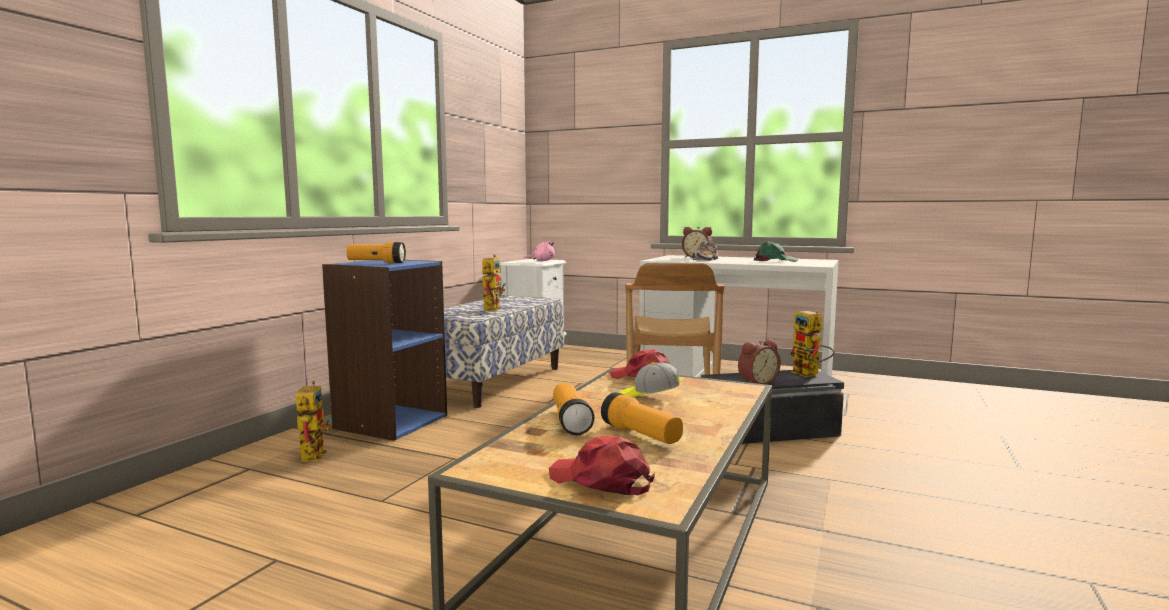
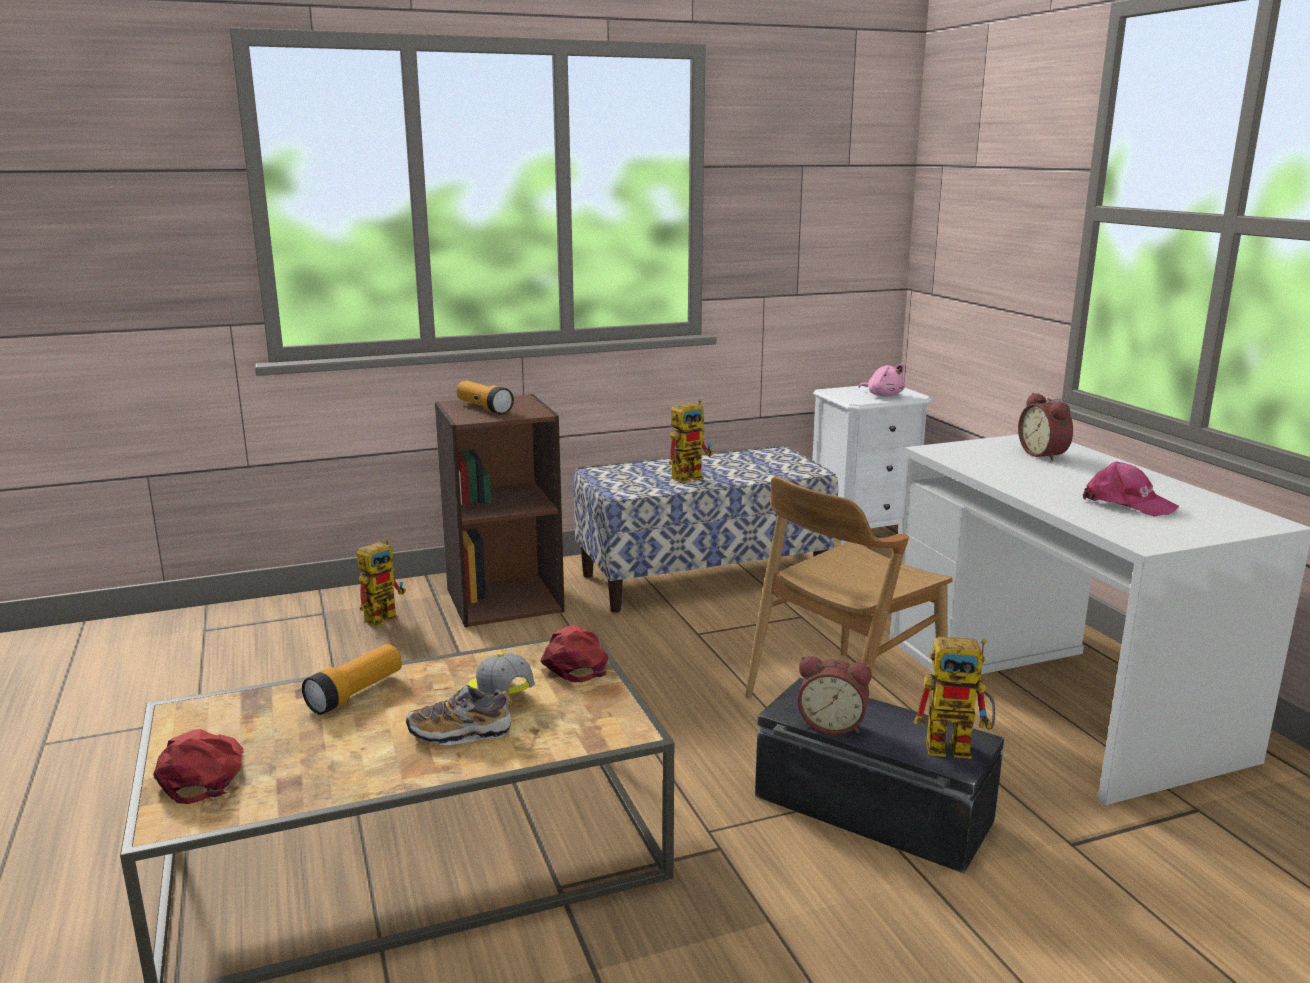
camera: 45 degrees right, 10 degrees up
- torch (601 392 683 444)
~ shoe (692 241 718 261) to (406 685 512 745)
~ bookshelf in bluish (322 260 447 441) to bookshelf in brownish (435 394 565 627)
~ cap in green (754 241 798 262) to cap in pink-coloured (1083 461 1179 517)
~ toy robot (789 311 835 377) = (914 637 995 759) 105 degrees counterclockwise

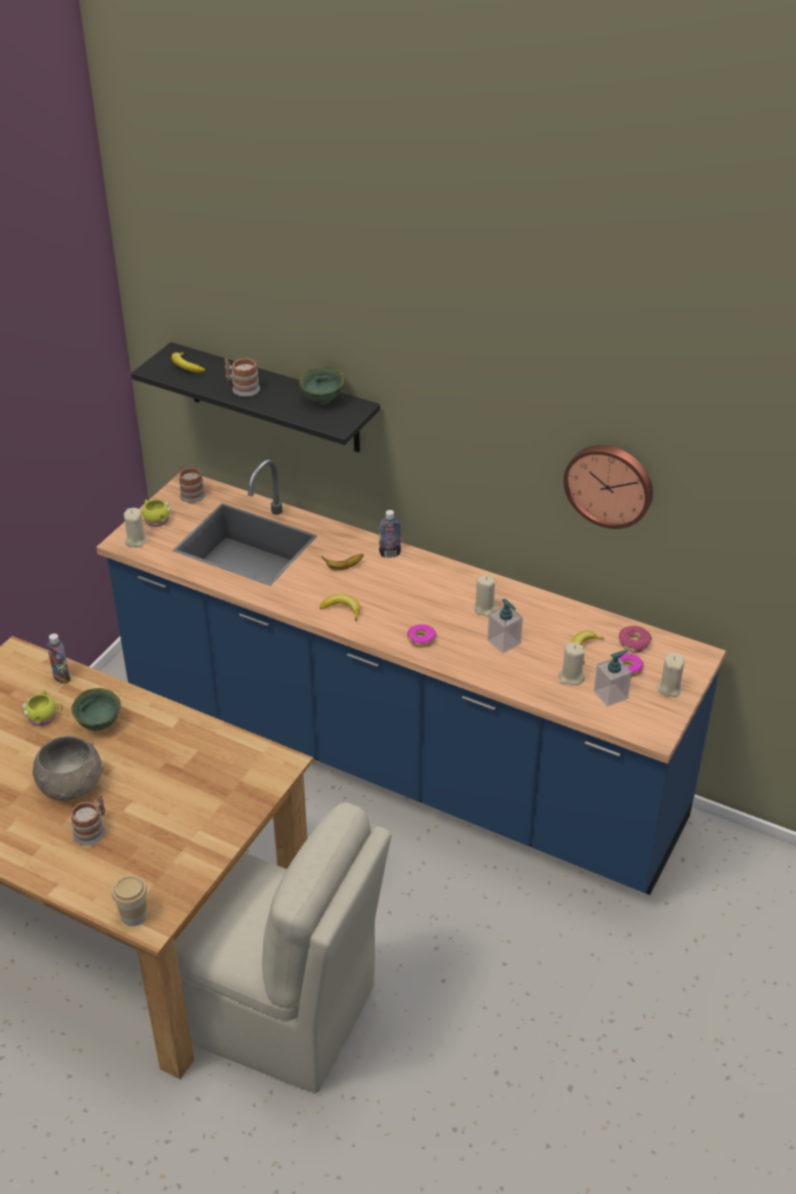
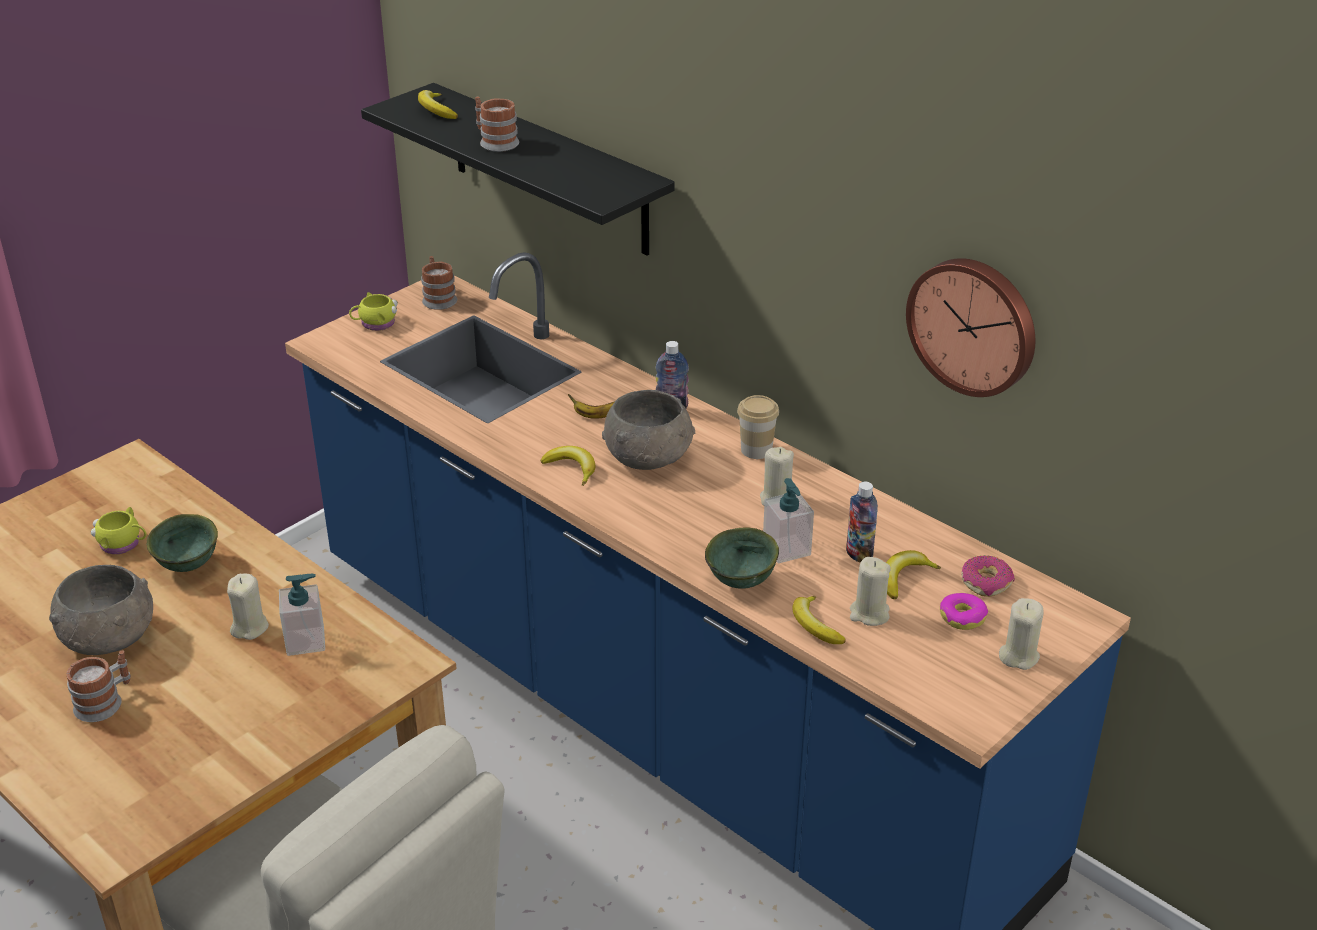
camera: 15 degrees right, 5 degrees down
- ring doughnut (407 624 437 647)
+ serving bowl in greyish (602 390 695 470)
+ banana (792 596 846 644)
~ beverage bottle (47 633 70 684) to (846 482 878 563)
~ small cup (112 875 147 926) to (737 395 779 459)
~ candle in beige (124 508 147 547) to (227 574 269 640)
~ serving bowl in green (299 366 345 404) to (705 527 779 589)
~ soap dispenser (594 650 632 707) to (279 574 325 656)

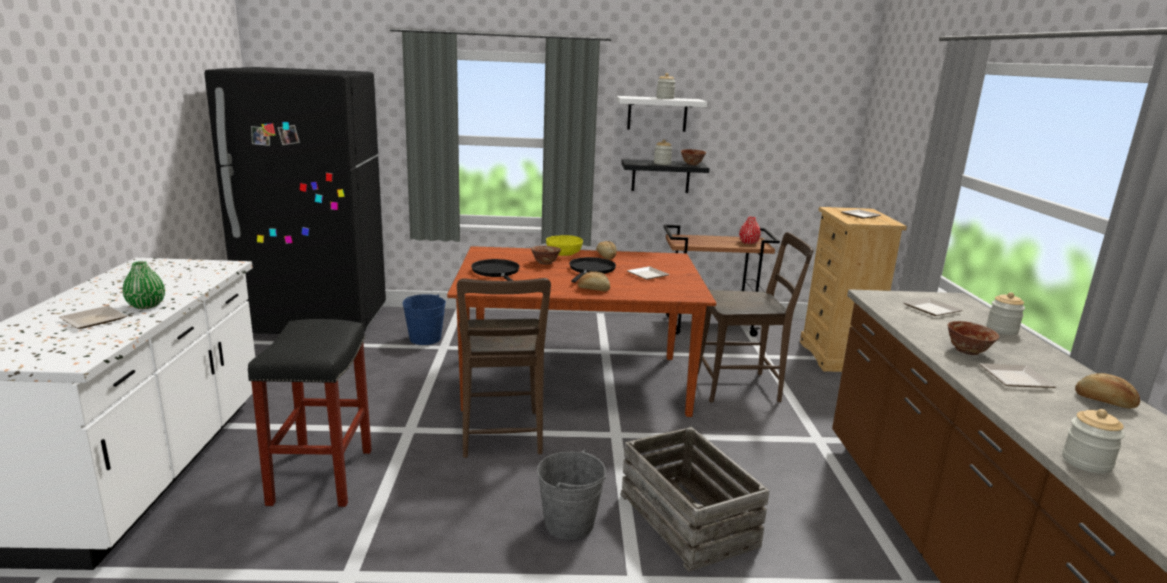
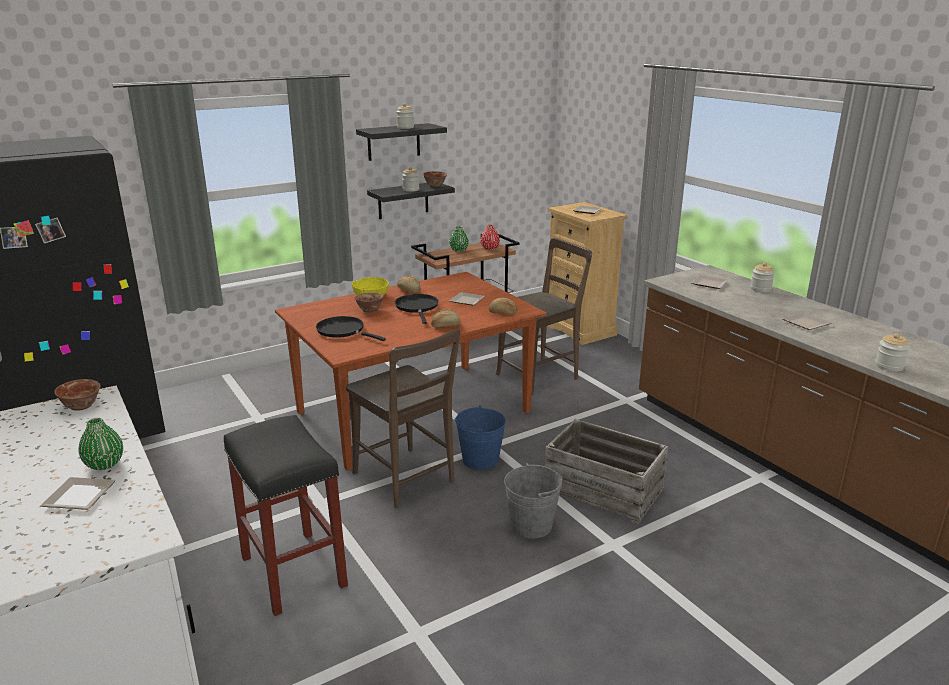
camera: 30 degrees left, 5 degrees up
+ flower vase in green (449 226 469 252)
~ pail in bluish (403 294 446 345) to (455 405 506 470)
~ serving bowl (948 321 999 355) to (54 379 100 411)
~ bakery bread (1075 373 1140 408) to (489 298 518 314)
~ shelf in white-coloured (617 96 707 132) to shelf in black-coloured (356 123 447 161)

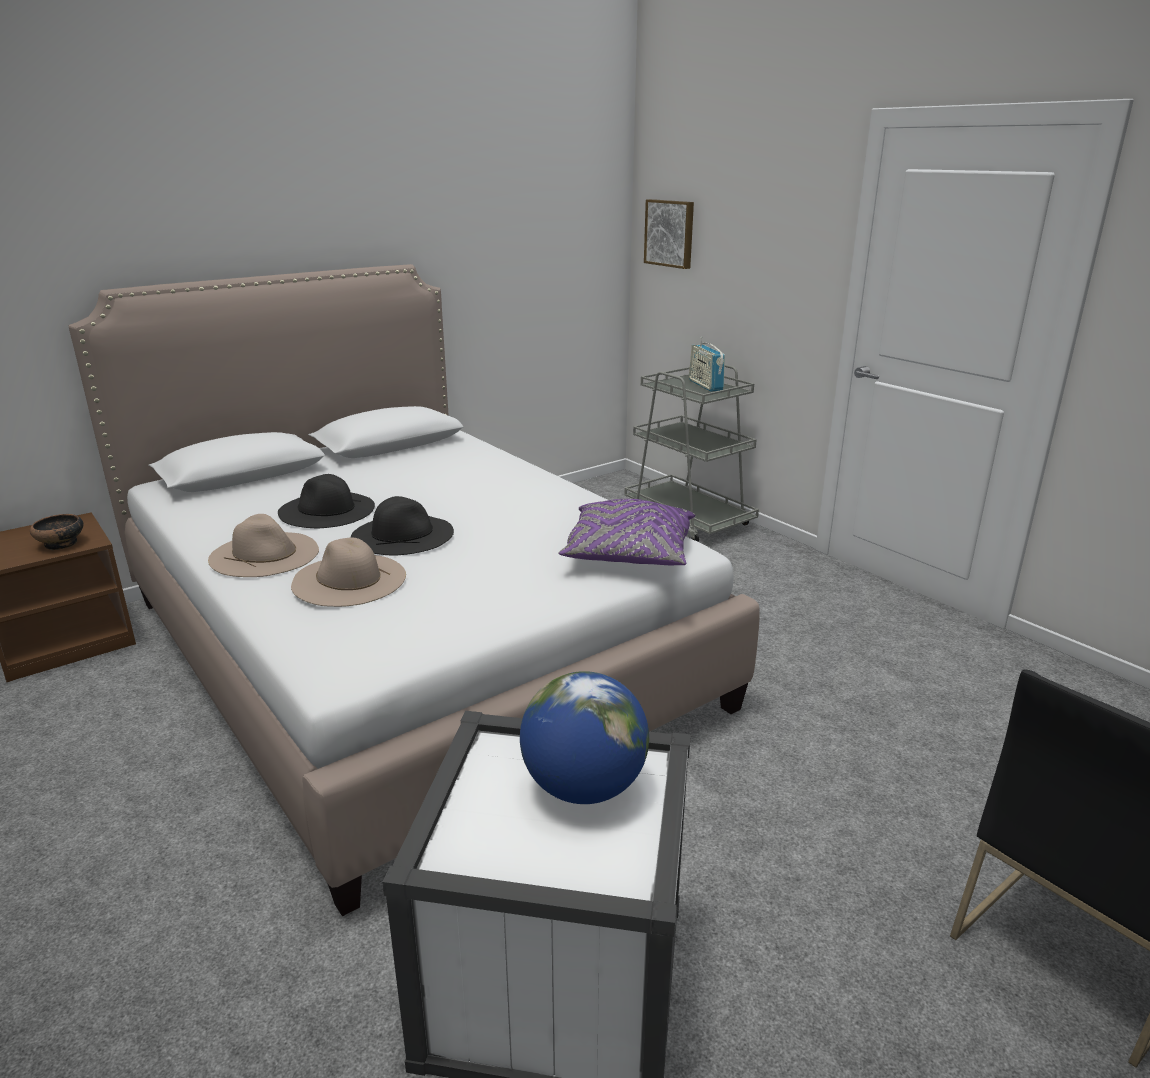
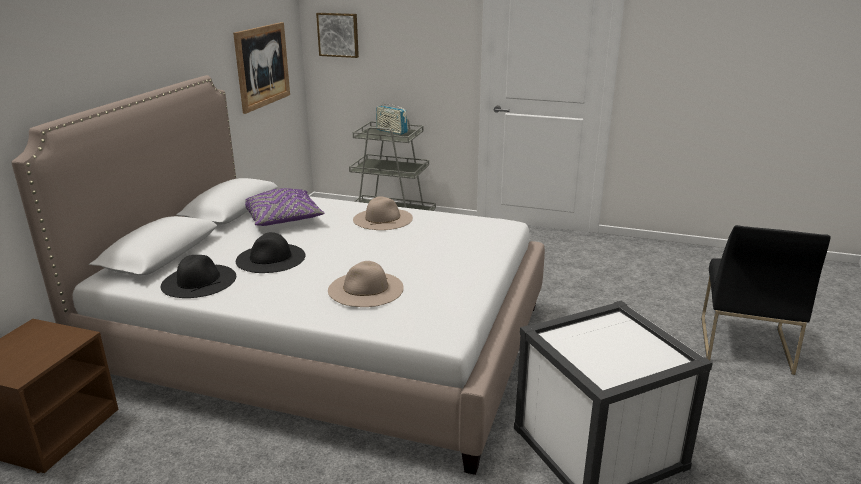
camera: 35 degrees left, 0 degrees up
- serving bowl (30 514 83 550)
- globe (520 671 649 804)
+ wall picture (233 22 290 114)
~ hat in beige (208 514 319 577) to (353 196 413 230)
~ hat in black-coloured (351 496 454 555) to (161 255 236 298)
~ throw pillow in purple (558 499 695 565) to (245 188 325 226)

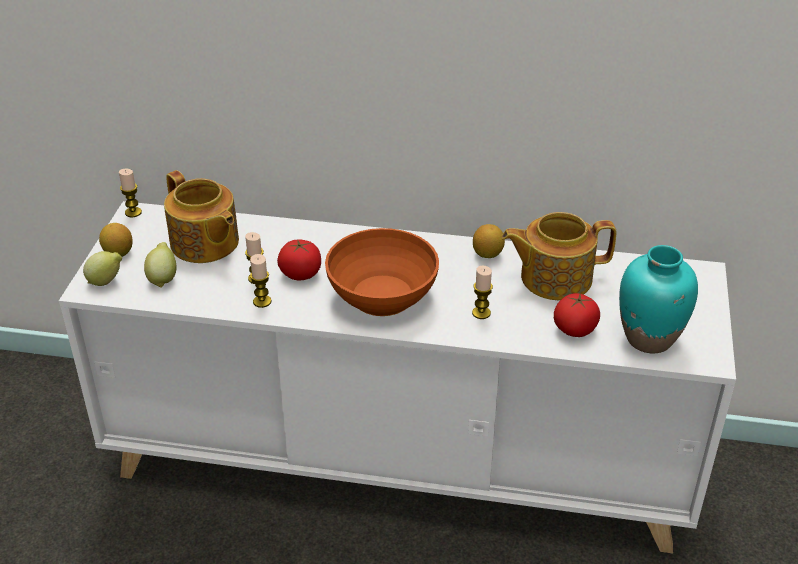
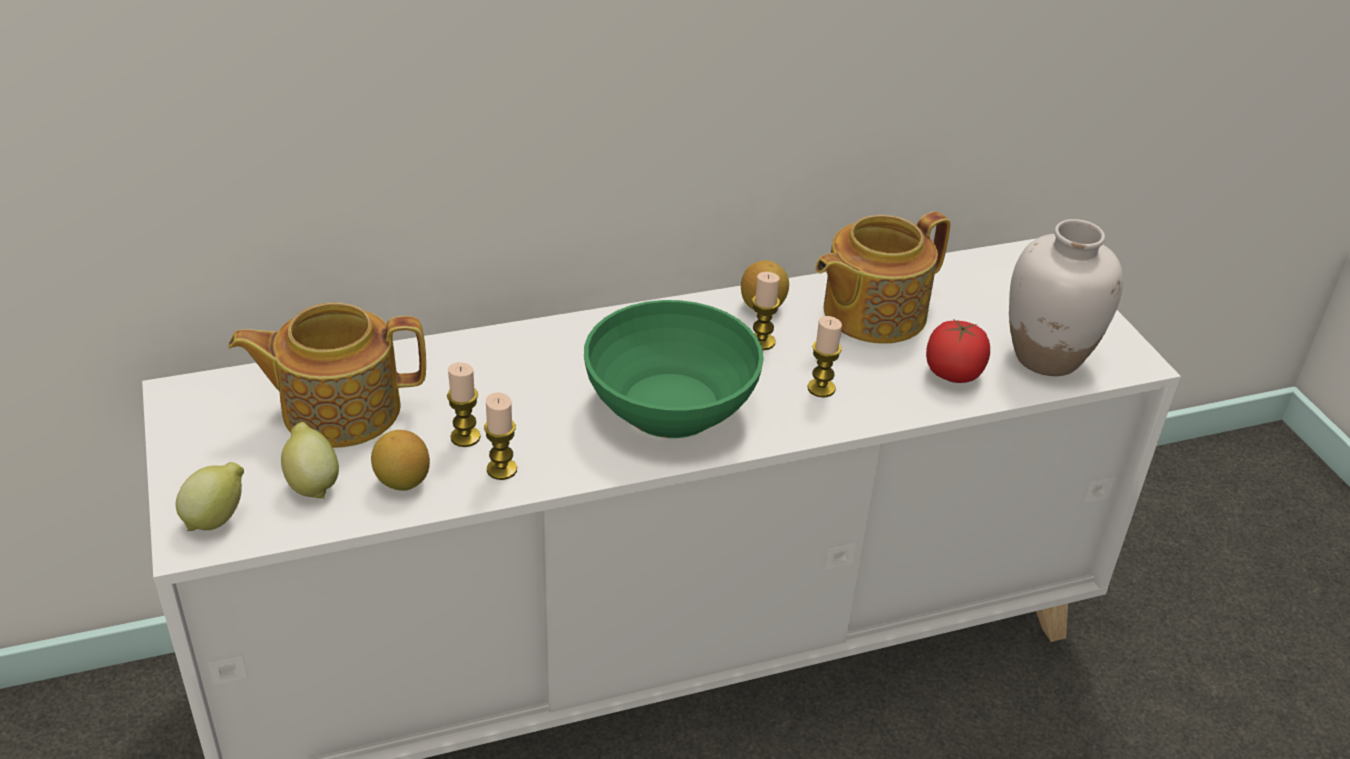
camera: 30 degrees left, 0 degrees up
- whole tomato (277 239 321 280)
~ citrus fruit (99 223 133 257) to (371 430 430 491)
~ candle (119 169 142 217) to (752 272 780 350)
~ serving bowl in orange (325 228 439 316) to serving bowl in green (584 300 764 438)
~ flower vase in blue-green (619 245 698 353) to flower vase in white-coloured (1009 219 1123 376)
~ teapot (164 170 239 263) = (228 302 426 448) 150 degrees clockwise

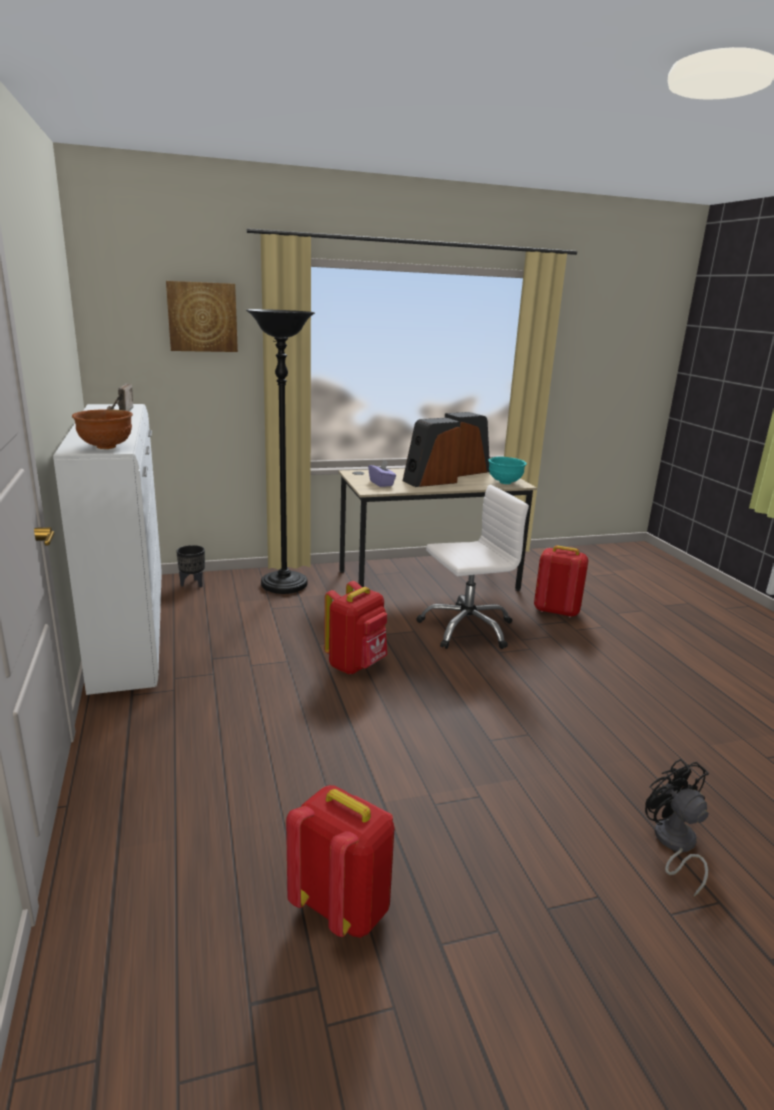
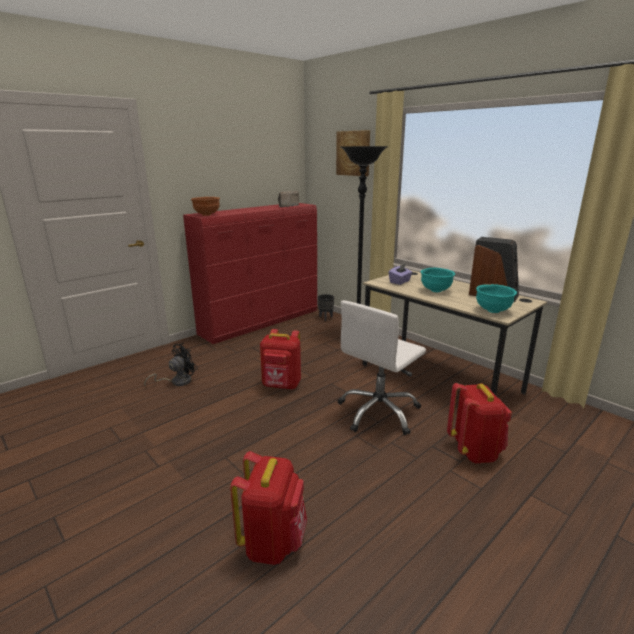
camera: 65 degrees right, 0 degrees up
~ knapsack in red-coloured (286 785 395 938) to (230 451 307 565)
~ fan in black-coloured (645 759 709 896) to (144 343 198 387)
~ speaker (403 418 461 487) to serving bowl in blue-green (421 268 455 292)
~ dresser in white-coloured (53 404 162 695) to dresser in red-coloured (183 203 317 344)
~ computer chair in white-coloured (417 485 529 649) = (338 300 426 435) 90 degrees clockwise

